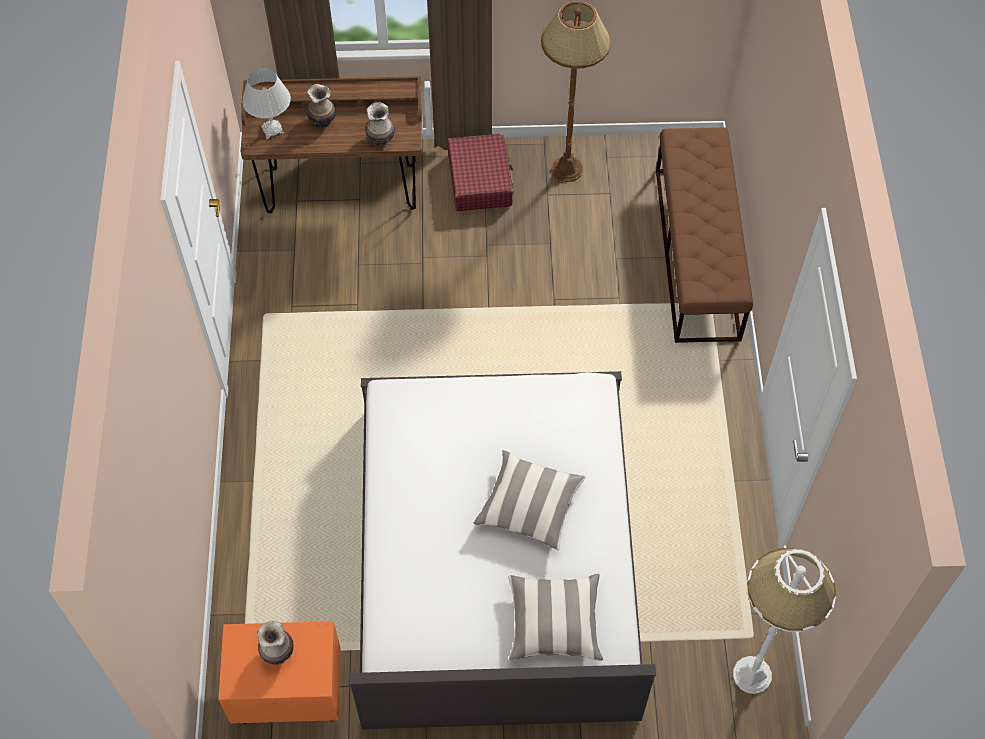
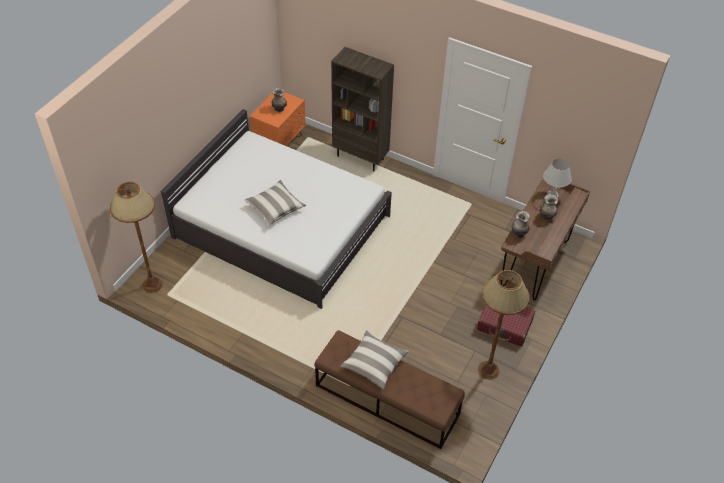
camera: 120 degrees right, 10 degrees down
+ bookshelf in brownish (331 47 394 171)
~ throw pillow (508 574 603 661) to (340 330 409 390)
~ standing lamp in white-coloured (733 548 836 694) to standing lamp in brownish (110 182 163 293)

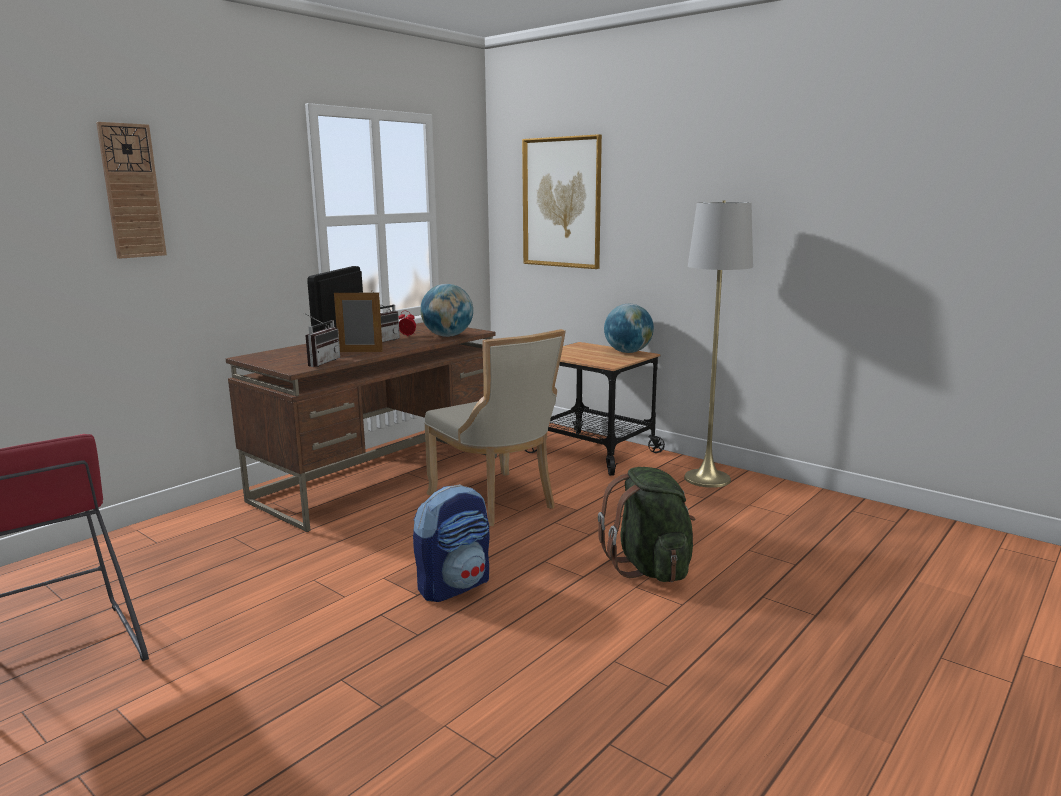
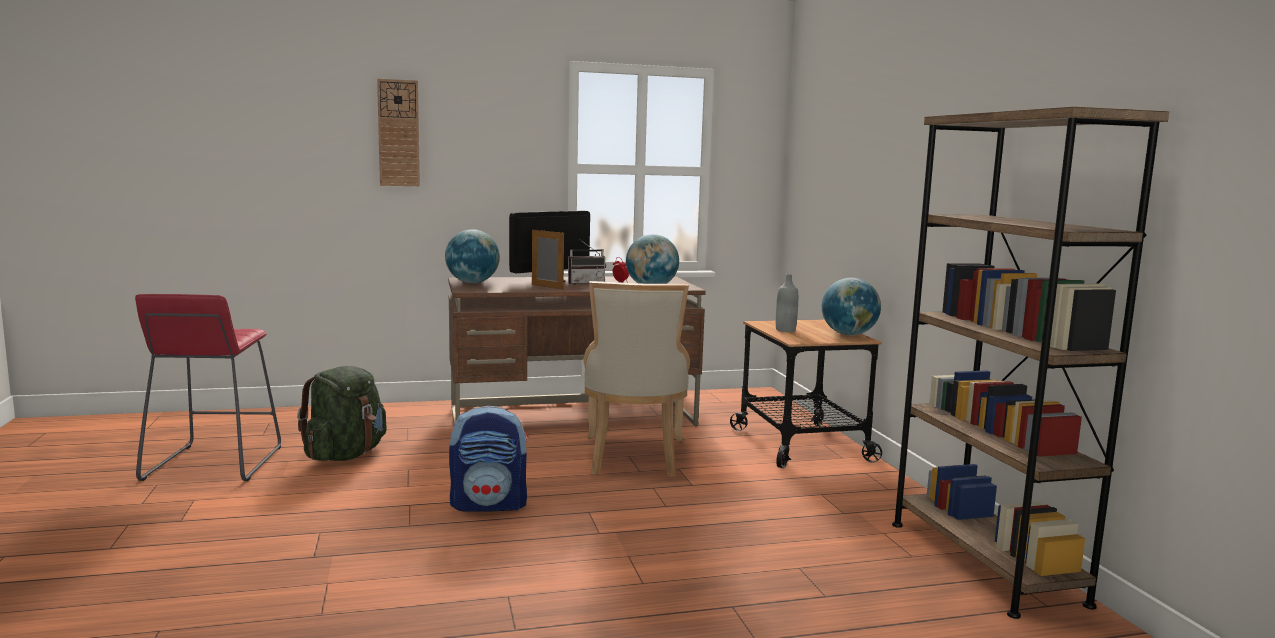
camera: 35 degrees right, 5 degrees down
- radio (304 313 340 367)
- wall picture (522 134 602 269)
- standing lamp in greyish (684 200 753 488)
+ globe (445 229 500 283)
+ beverage bottle in greyish (776 274 798 332)
+ bookshelf in brownish (892 107 1169 619)
~ knapsack in green (598 467 695 582) to (297 366 387 461)

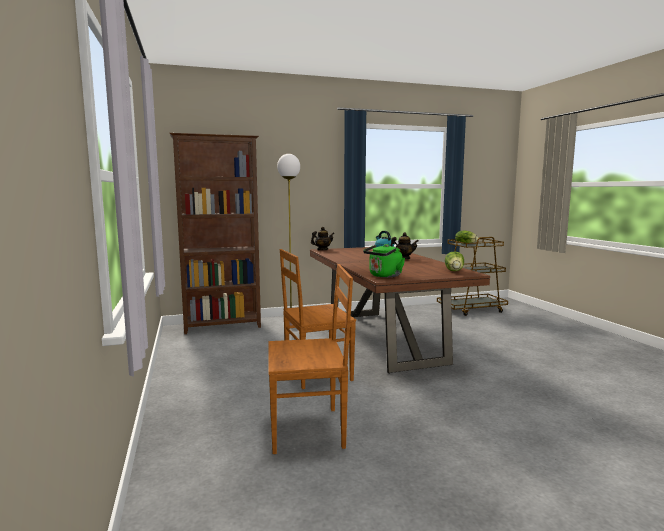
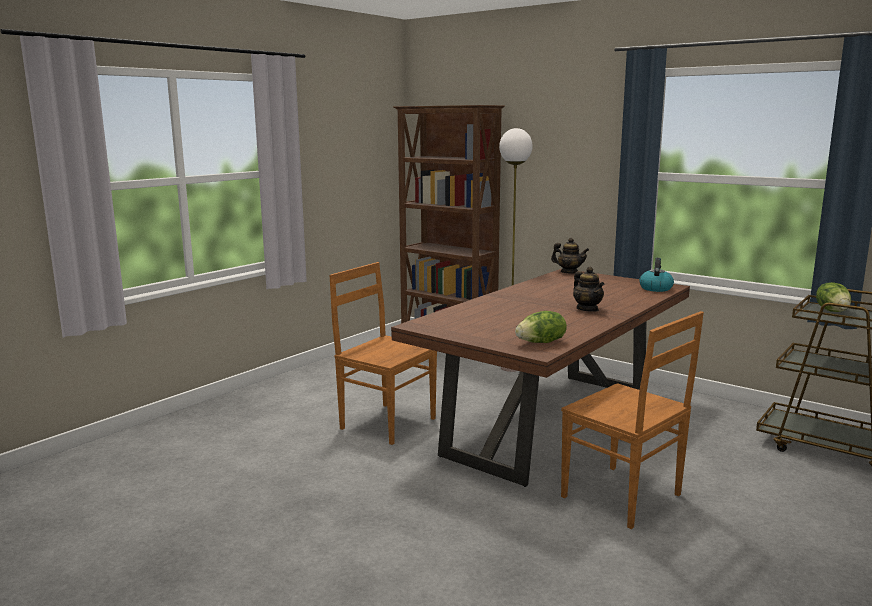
camera: 55 degrees right, 5 degrees up
- tea kettle in green (363 244 405 278)
~ chair in brownish (268 264 353 454) to (561 311 704 529)

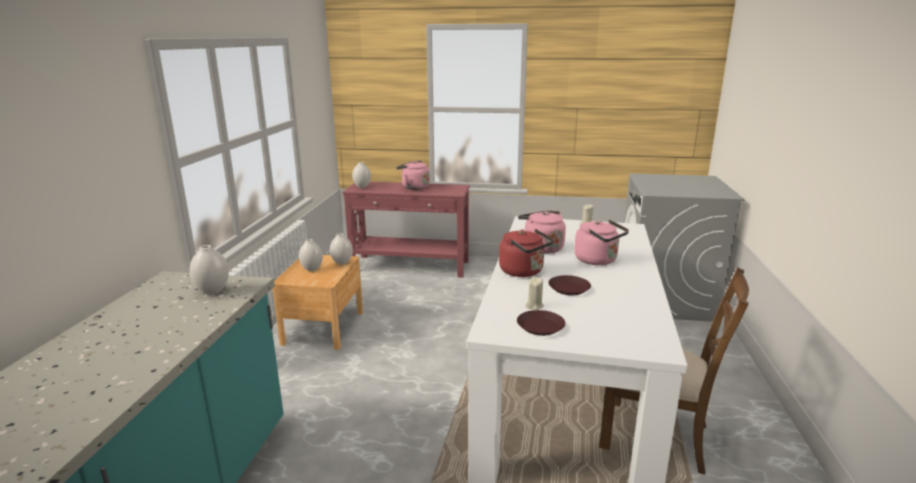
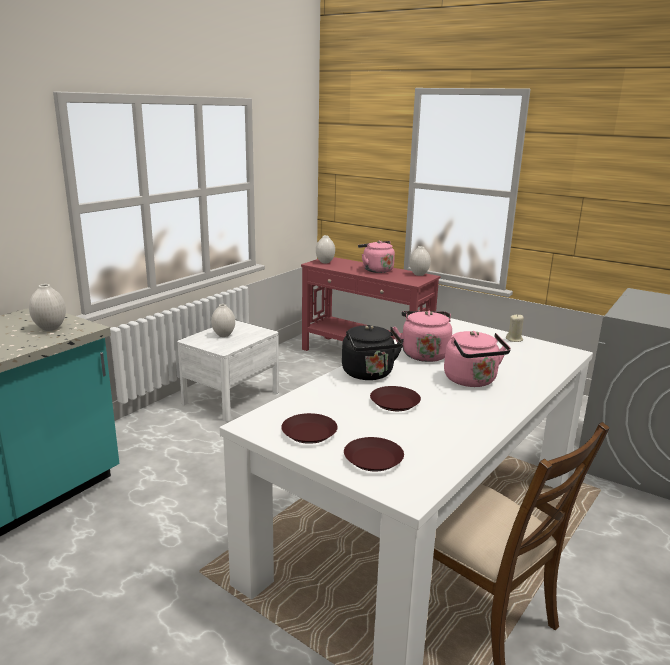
camera: 25 degrees right, 0 degrees up
- candle in beige (526 277 544 310)
+ plate in brownish (344 437 404 471)
~ flower vase in white-coloured (330 233 353 265) to (409 246 431 276)
~ nightstand in brownish (272 255 363 350) to nightstand in white-coloured (177 320 279 421)
~ tea kettle in red-coloured (499 229 554 277) to tea kettle in black-coloured (342 325 404 380)

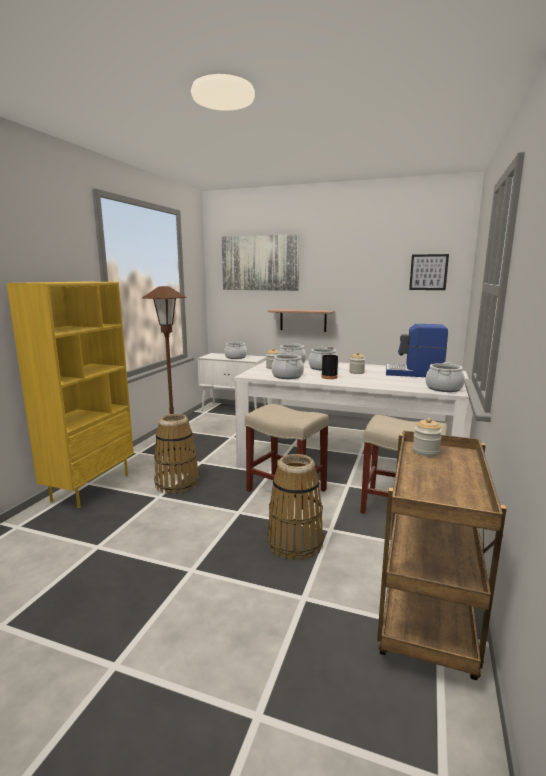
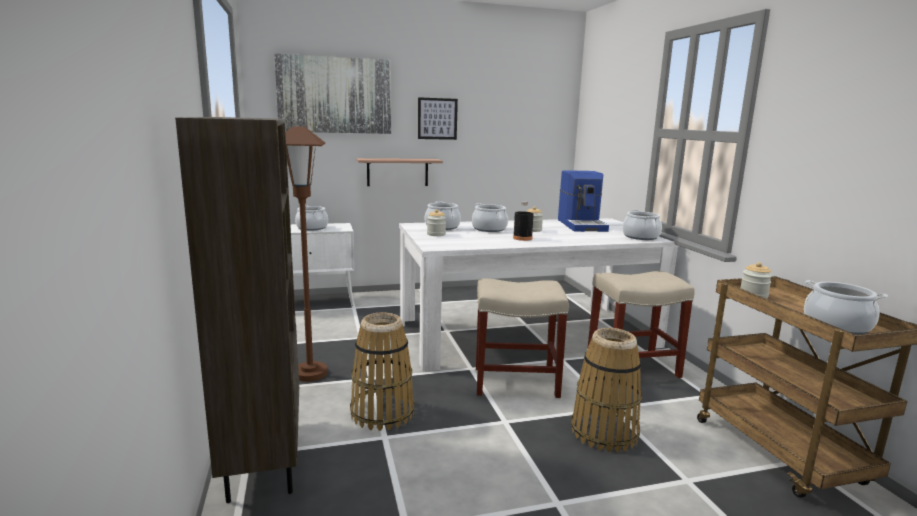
camera: 35 degrees left, 0 degrees up
~ cooking pot (271 353 304 379) to (804 280 888 335)
~ wall picture (409 254 449 290) to (418 97 458 140)
~ bookshelf in yellowish (7 282 134 508) to bookshelf in brownish (175 117 299 503)
~ coffee brewer (386 324 448 377) = (558 170 609 232) 75 degrees counterclockwise

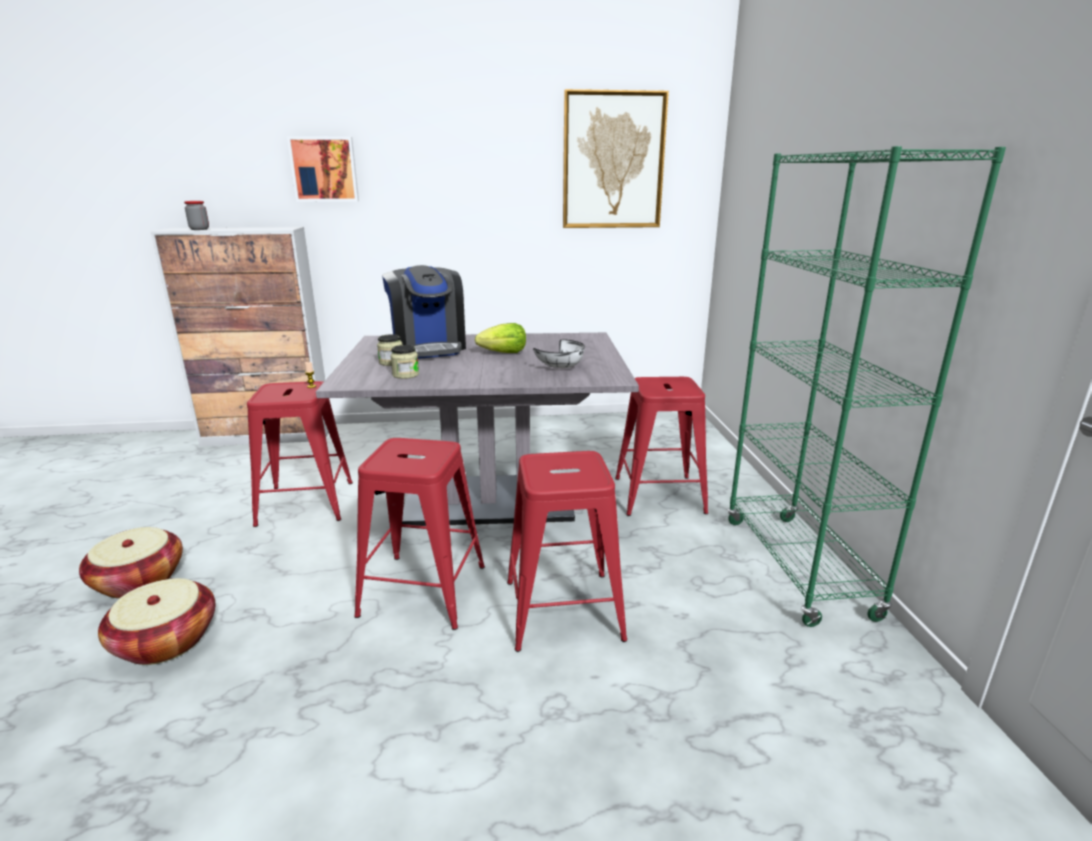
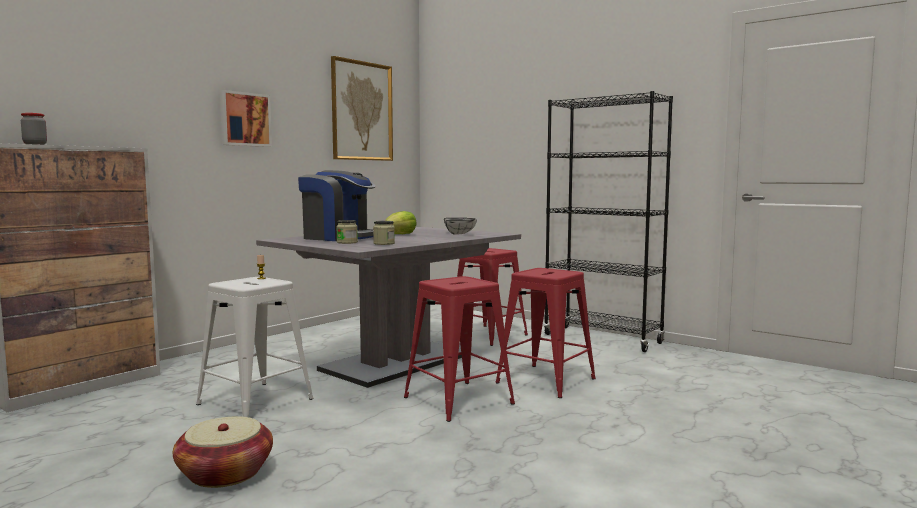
camera: 45 degrees left, 15 degrees down
- household basket (98 578 215 665)
~ wall picture (287 136 359 202) to (220 90 272 147)
~ sitting stool in red-coloured (247 381 353 527) to sitting stool in white-coloured (196 277 314 417)
~ bookshelf in green (727 146 1006 627) to bookshelf in black-coloured (543 91 673 352)

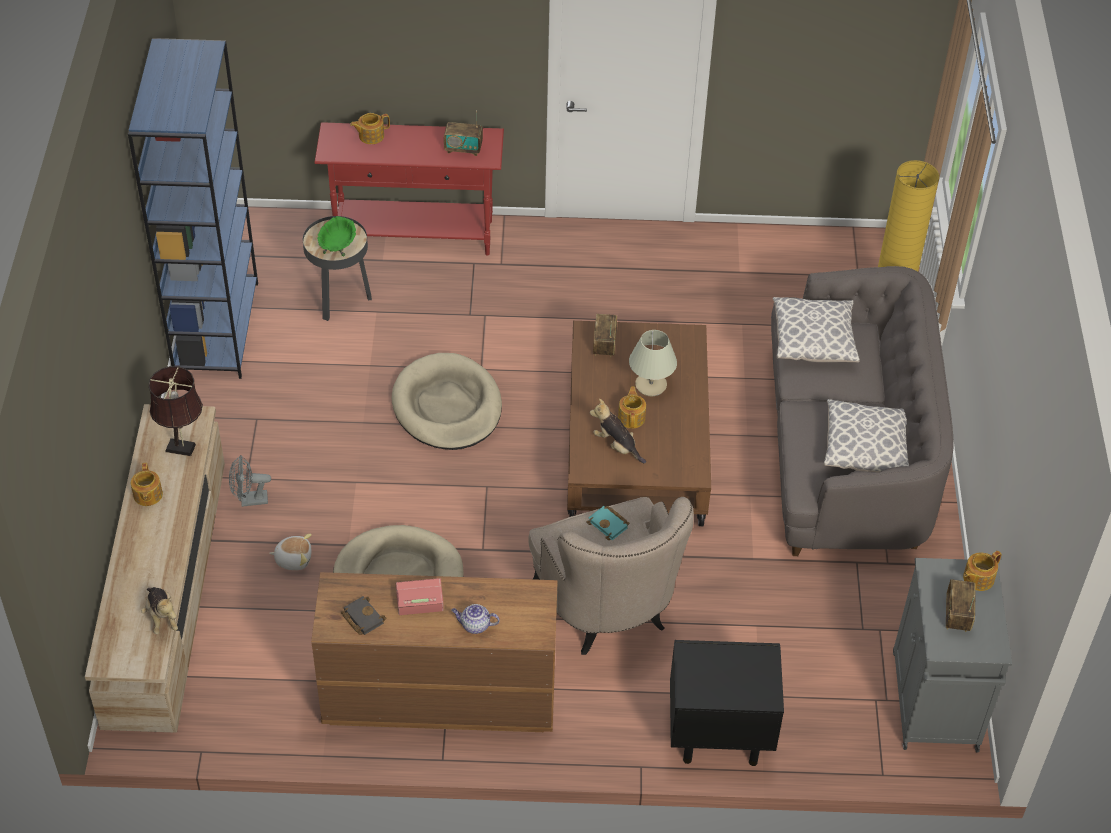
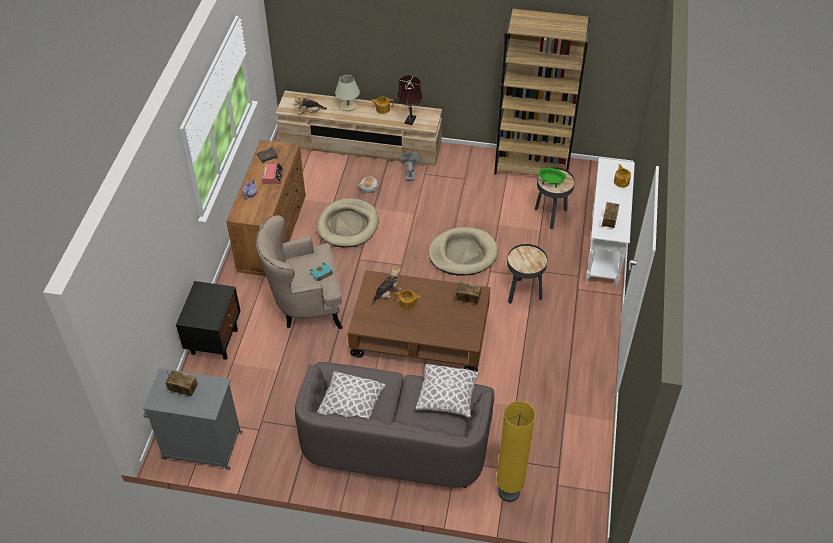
camera: 100 degrees right, 0 degrees up
- teapot (963 551 1002 591)
+ side table in black-coloured (507 244 548 304)
~ tabletop lamp in beige (629 330 677 396) to (335 75 360 111)
~ bookshelf in bluish (128 38 258 379) to bookshelf in brownish (494 9 591 175)
~ narrow table in red-coloured (314 122 504 255) to narrow table in white-coloured (585 158 635 288)

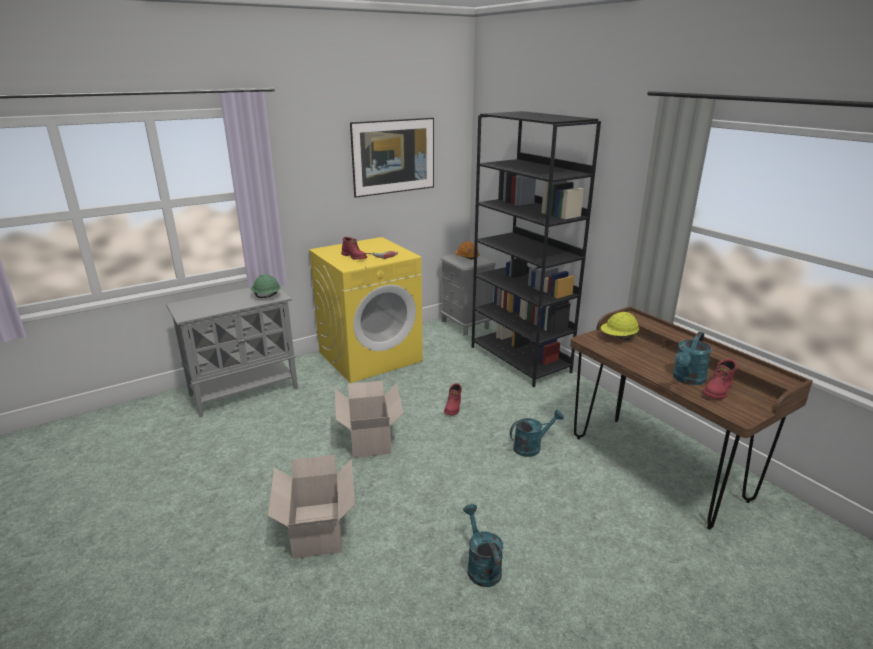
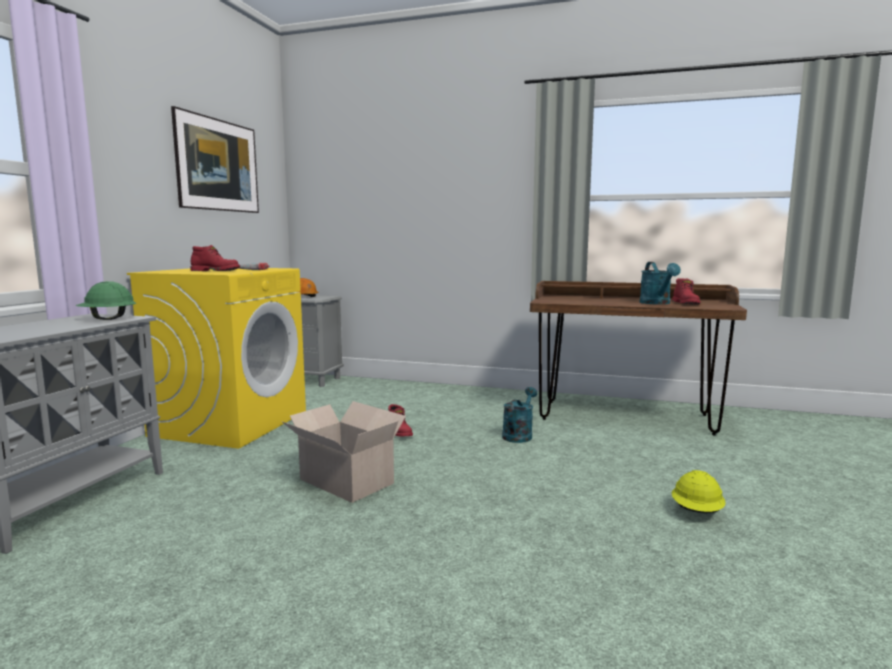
camera: 40 degrees left, 15 degrees down
- carton (268 455 355 559)
- watering pot in blue-green (463 504 503 587)
- bookshelf in black-coloured (472 111 601 387)
~ hard hat in yellowish (601 312 639 340) to (672 470 726 513)

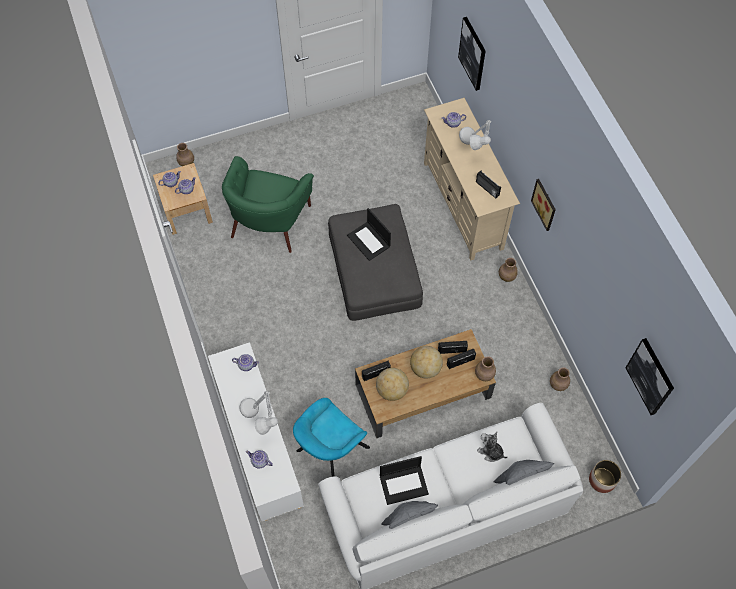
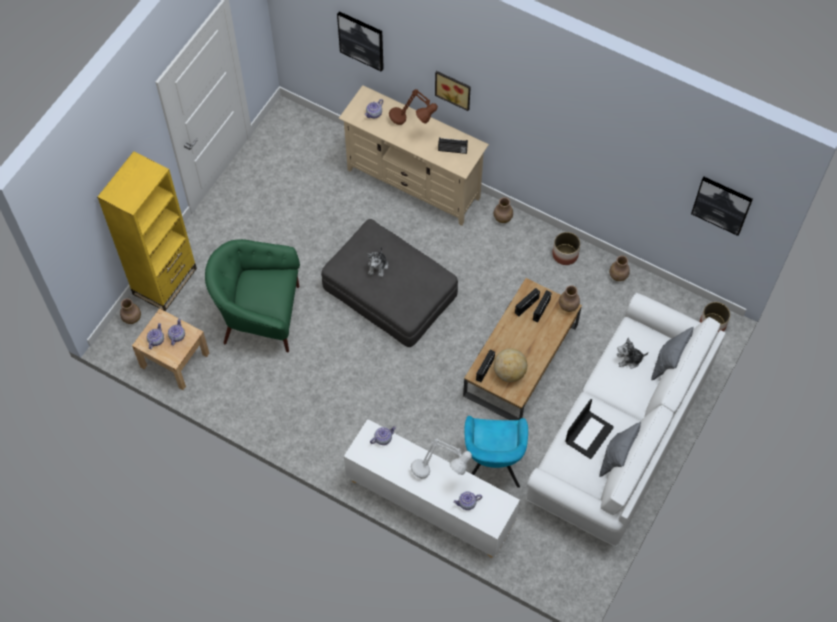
camera: 40 degrees left, 0 degrees up
- globe (410 346 443 378)
+ bookshelf in yellowish (97 151 197 311)
+ plant pot (552 232 580 265)
~ wall picture (531 179 556 231) to (435 71 471 111)
~ portable computer (347 208 391 261) to cuddly toy (366 246 388 277)
~ tabletop lamp in greyish (459 120 491 150) to tabletop lamp in brownish (389 89 438 125)
~ armchair in green (222 156 314 253) = (205 239 300 353) 120 degrees clockwise

